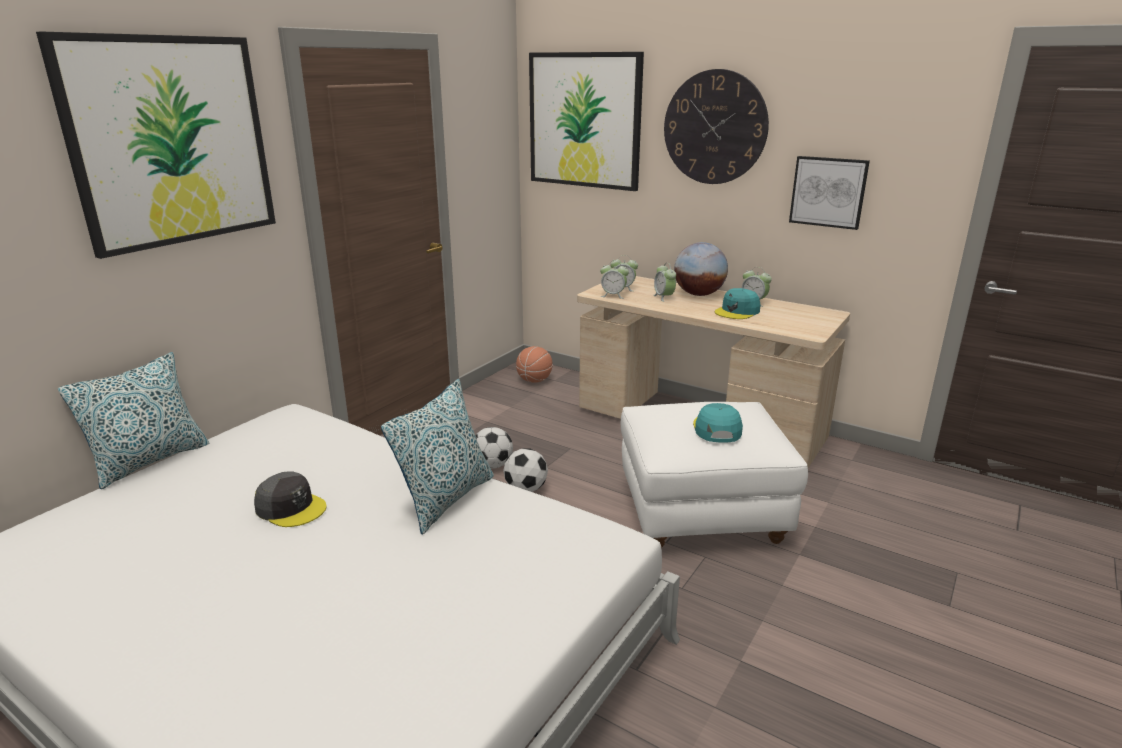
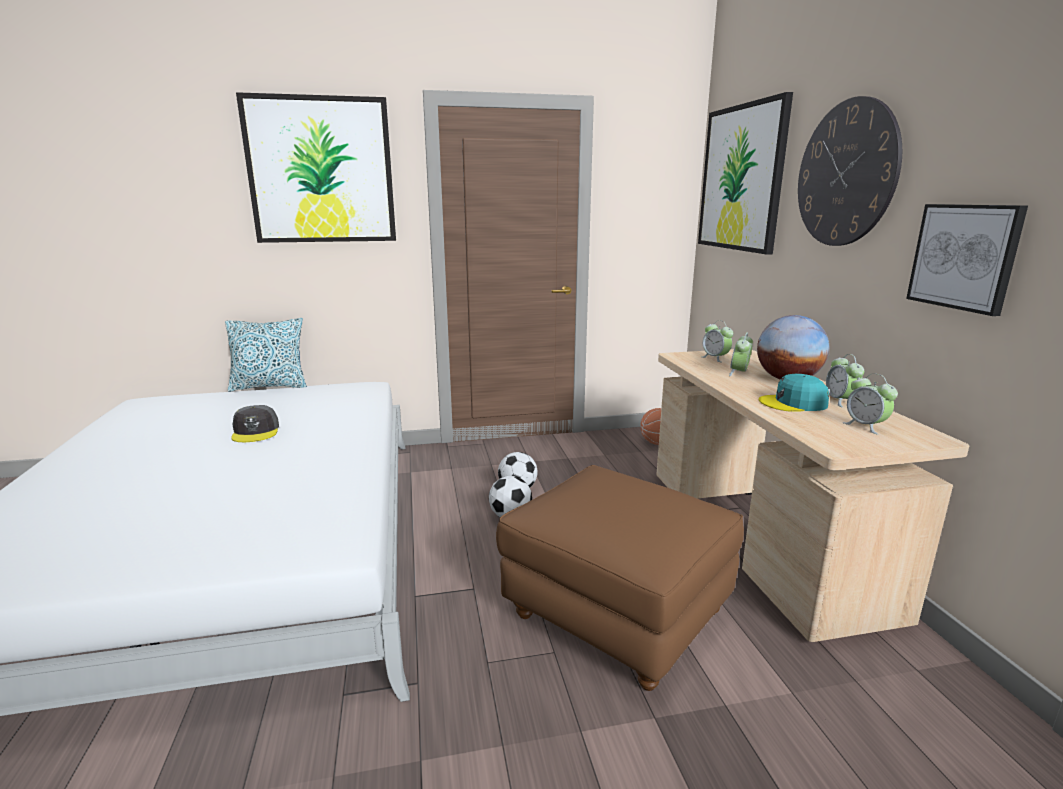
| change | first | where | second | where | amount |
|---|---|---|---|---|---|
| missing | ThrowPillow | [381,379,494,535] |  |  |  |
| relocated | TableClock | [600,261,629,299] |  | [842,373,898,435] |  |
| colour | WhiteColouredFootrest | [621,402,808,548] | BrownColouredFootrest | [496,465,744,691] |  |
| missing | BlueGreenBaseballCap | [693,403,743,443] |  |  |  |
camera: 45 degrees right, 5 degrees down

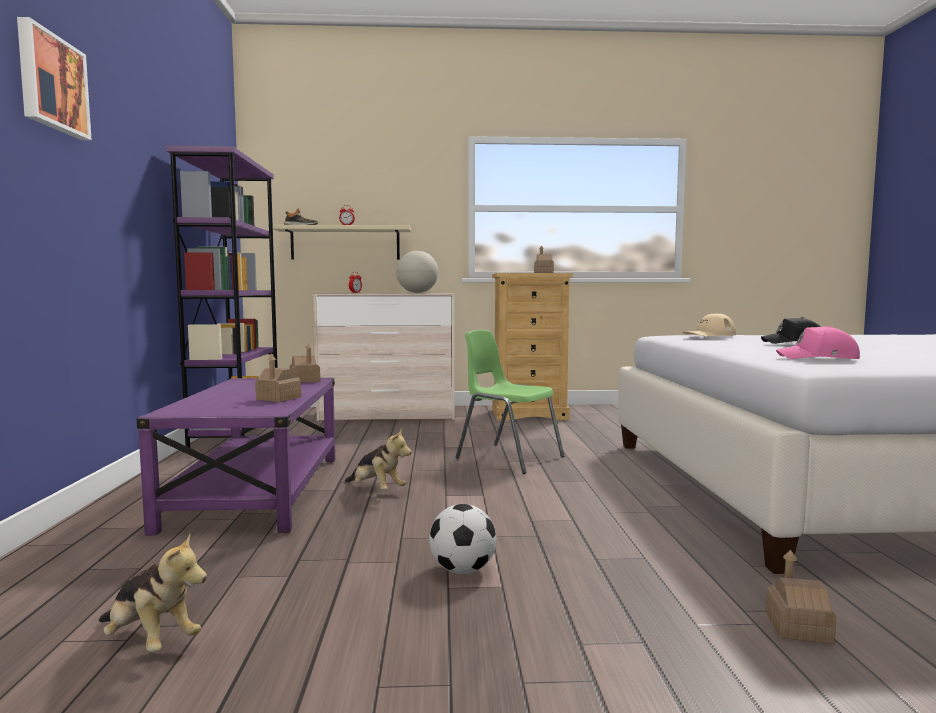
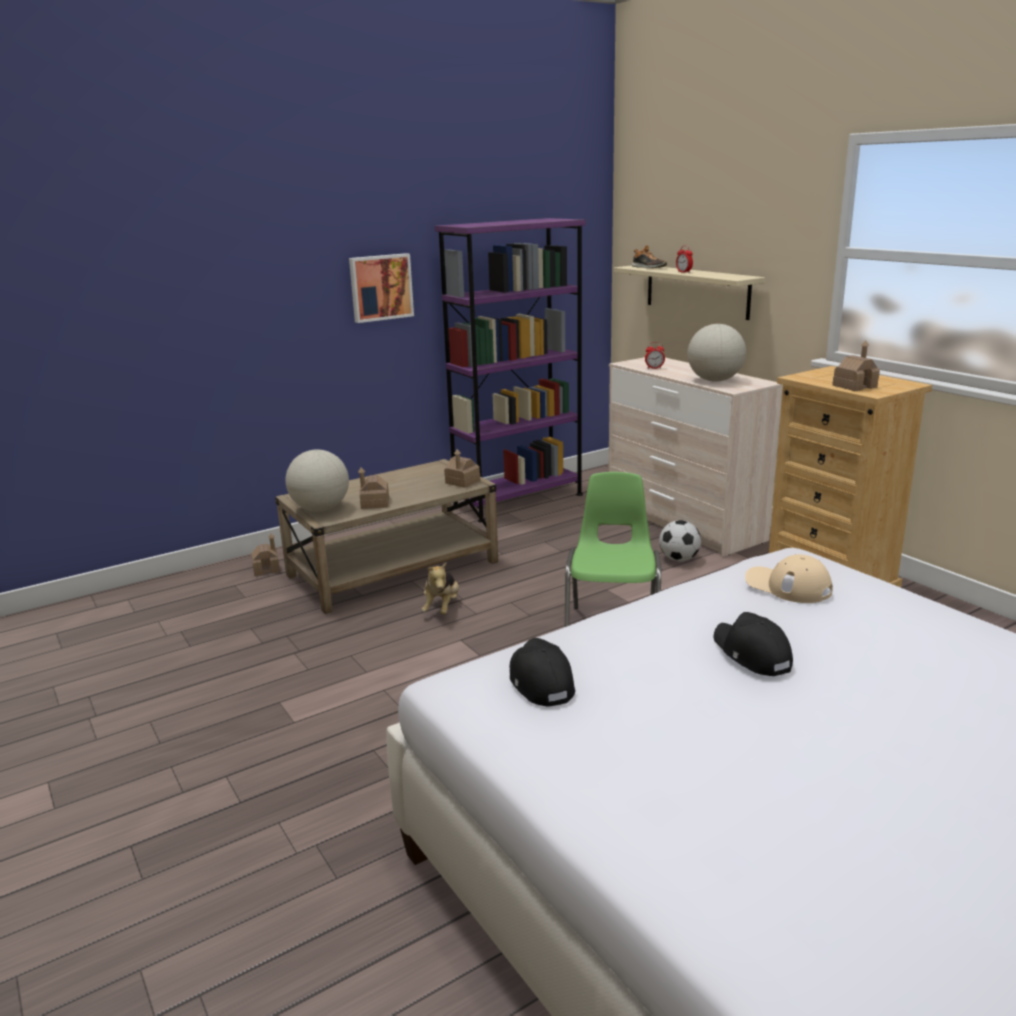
| change | first | where | second | where | amount |
|---|---|---|---|---|---|
| relocated | WallArt | [17,17,92,140] |  | [349,253,414,323] |  |
| missing | SoftToy | [99,533,207,652] |  |  |  |
| colour | PurpleColouredCoffeeTable | [136,378,335,536] | SandColouredCoffeeTable | [275,459,498,614] |  |
| relocated | FootballBall | [429,504,496,574] |  | [659,520,701,561] |  |
| relocated | ModelHouse | [766,550,837,644] |  | [251,533,280,576] |  |
| colour | PinkBaseballCap | [776,326,860,359] | BlackColouredBaseballCap | [510,638,575,707] |  |
| appeared |  |  | Globe | [286,449,349,512] |  |
camera: 60 degrees right, 15 degrees up

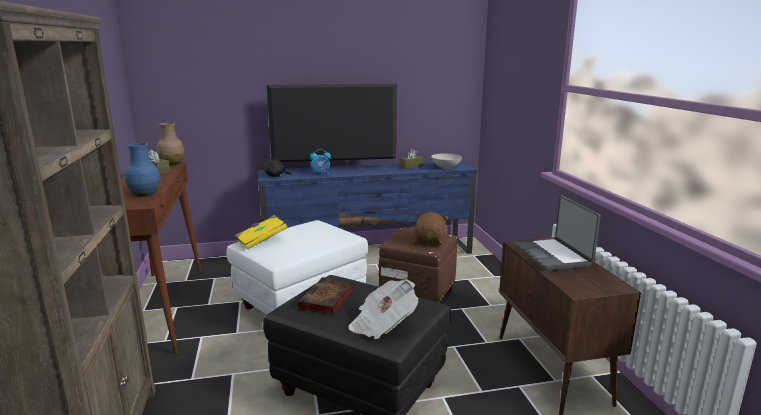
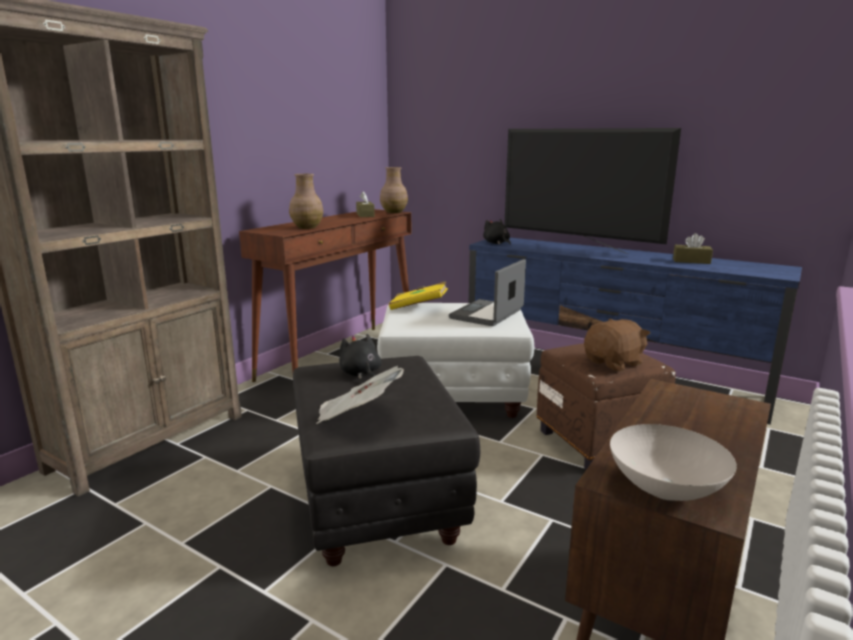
| change | first | where | second | where | amount |
|---|---|---|---|---|---|
| colour | BlueColouredFlowerVase | [125,143,161,197] | BrownColouredFlowerVase | [289,174,323,229] |  |
| exchanged | Book | [298,277,354,315] | BlackColouredSoftToy | [339,334,382,379] |  |
| missing | TableClock | [310,149,331,175] |  |  |  |
| relocated | WhiteColouredDeepDish | [431,153,463,169] |  | [610,424,737,501] |  |
| relocated | Laptop | [514,196,601,271] |  | [449,259,526,326] |  |
camera: 45 degrees right, 0 degrees up

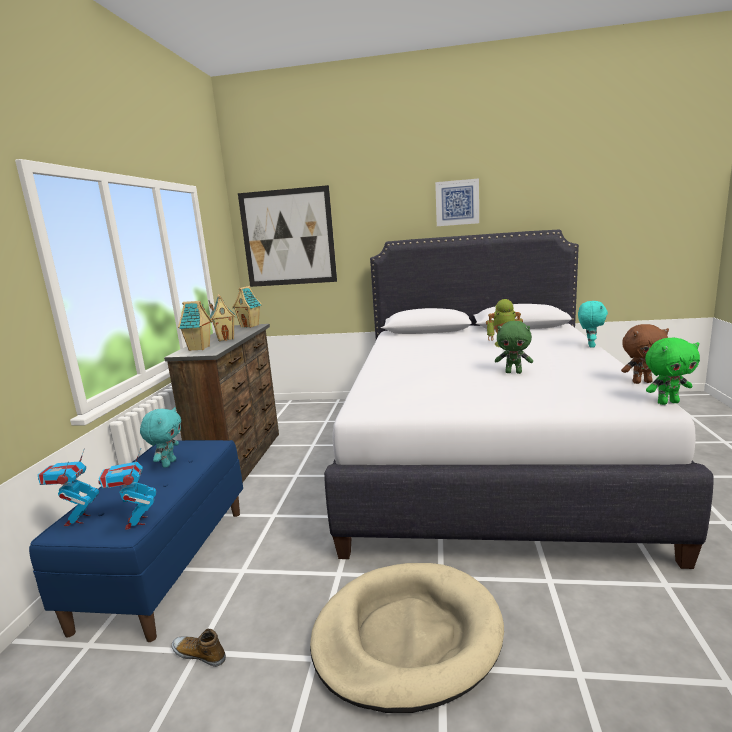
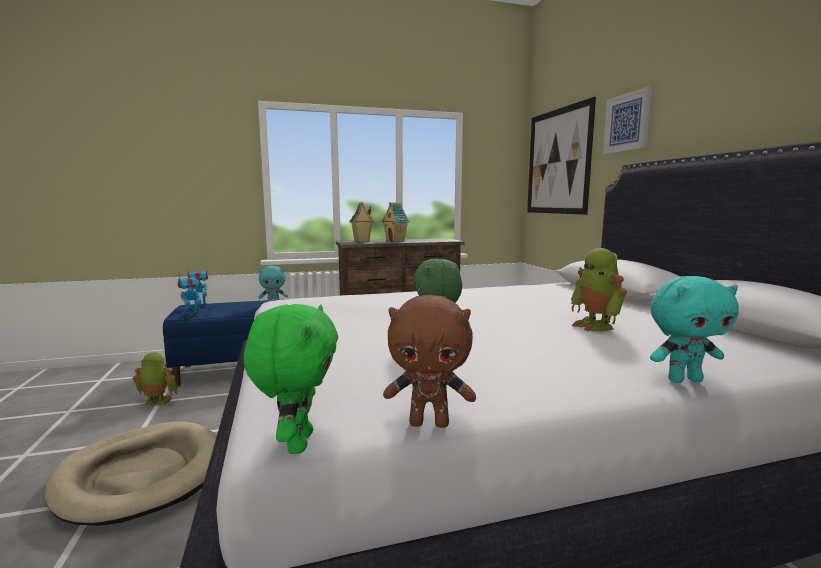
| change | first | where | second | where | amount |
|---|---|---|---|---|---|
| exchanged | ItemOfFootwear | [171,629,226,667] | ModelRobot | [133,353,178,405] |  |
| missing | ModelHouse | [232,286,262,328] |  |  |  |
| relocated | WallArt | [435,178,479,226] |  | [603,86,652,154] |  |
| spun | BrownColouredSoftToy | [621,324,669,384] |  | [383,295,476,428] | 60 degrees counterclockwise |
| spun | GreenColouredSoftToy | [645,338,700,405] |  | [244,304,338,454] | 150 degrees counterclockwise |
camera: 65 degrees right, 5 degrees down

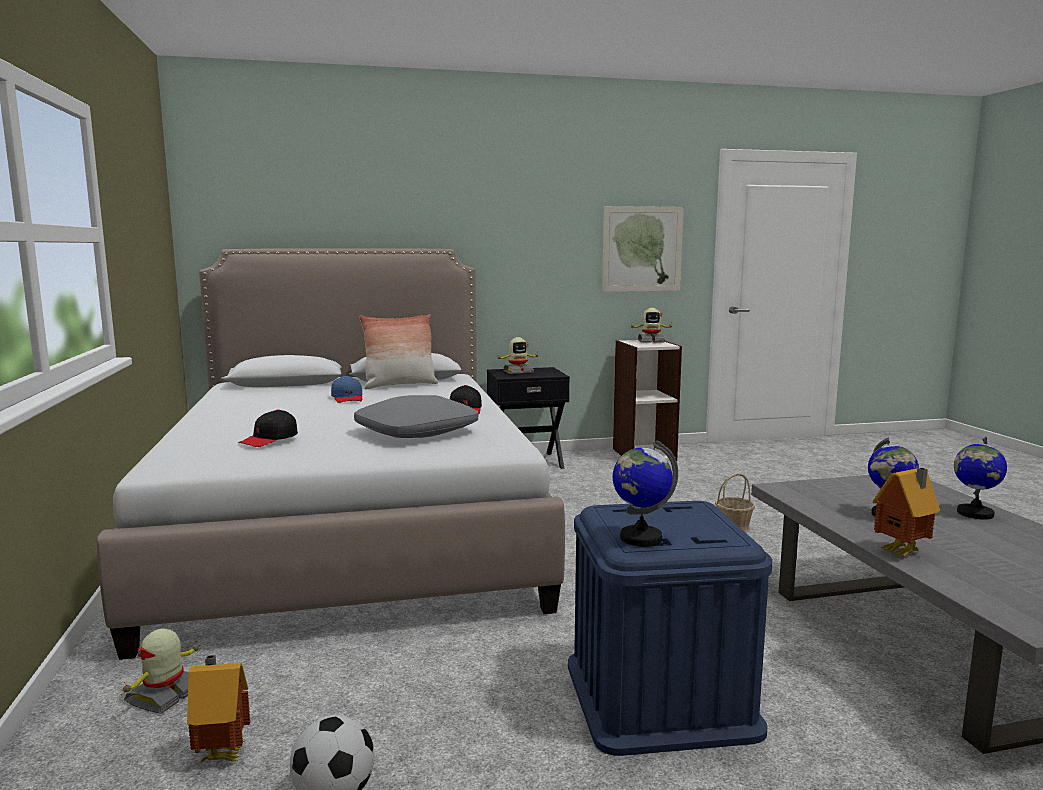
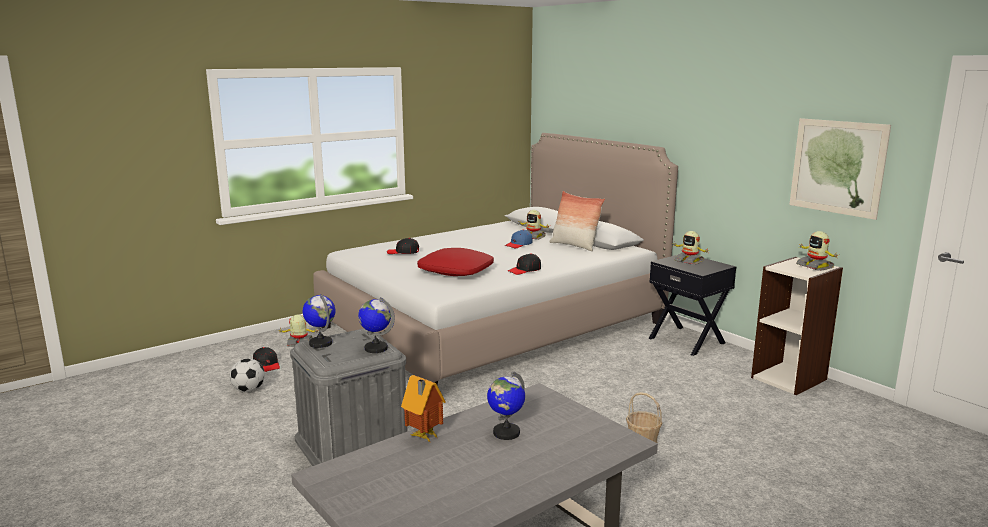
| change | first | where | second | where | amount |
|---|---|---|---|---|---|
| exchanged | ModelHouse | [187,655,250,762] | BlackColouredBaseballCap | [253,347,280,372] |  |
| colour | GreyThrowPillow | [354,395,478,438] | ReddishThrowPillow | [417,248,494,276] |  |
| colour | BlueColouredStorageBox | [568,501,773,756] | GreyStorageBox | [290,329,407,466] |  |
| relocated | Globe | [954,437,1007,520] |  | [358,297,395,353] |  |
| appeared |  |  | ModelRobot | [518,210,549,240] |  |
camera: 65 degrees right, 5 degrees up

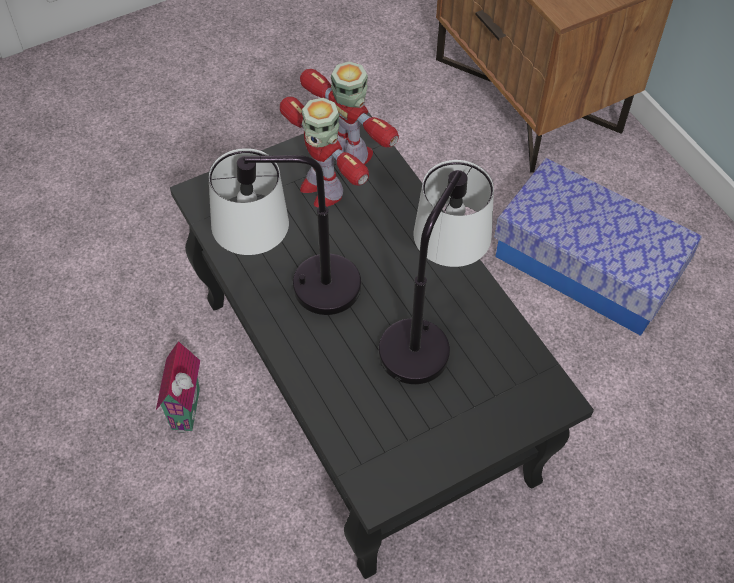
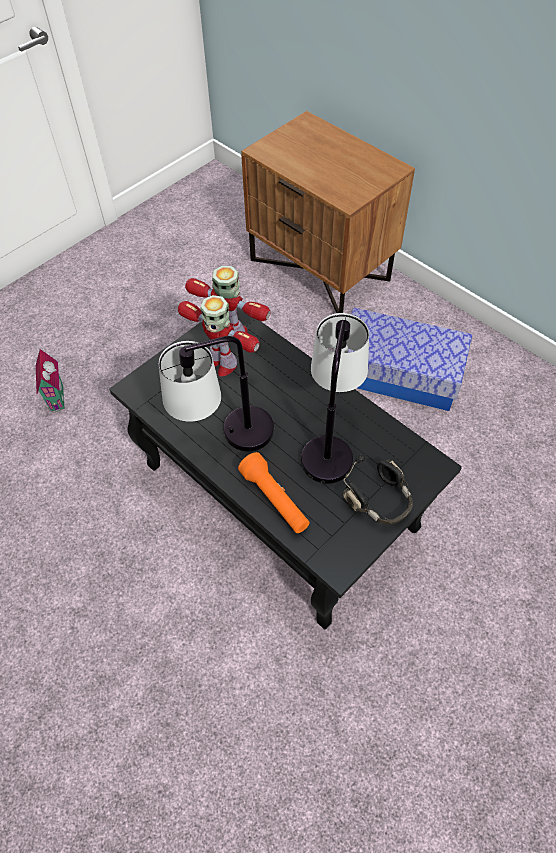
| change | first | where | second | where | amount |
|---|---|---|---|---|---|
| relocated | ModelHouse | [156,341,200,433] |  | [36,349,65,412] |  |
| appeared |  |  | OrangeyFlashlight | [238,452,309,533] |  |
| appeared |  |  | BlackColouredPairOfHeadphones | [343,454,413,525] |  |
camera: 15 degrees left, 0 degrees up

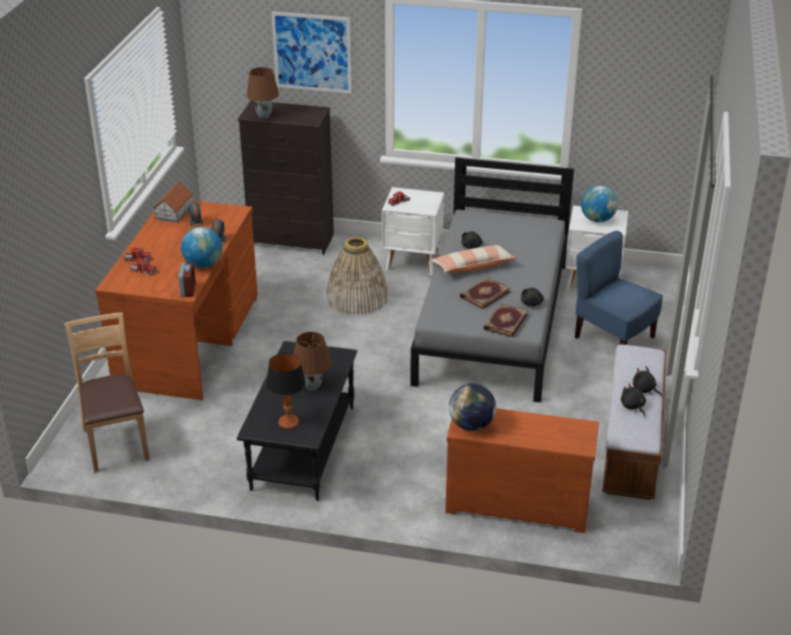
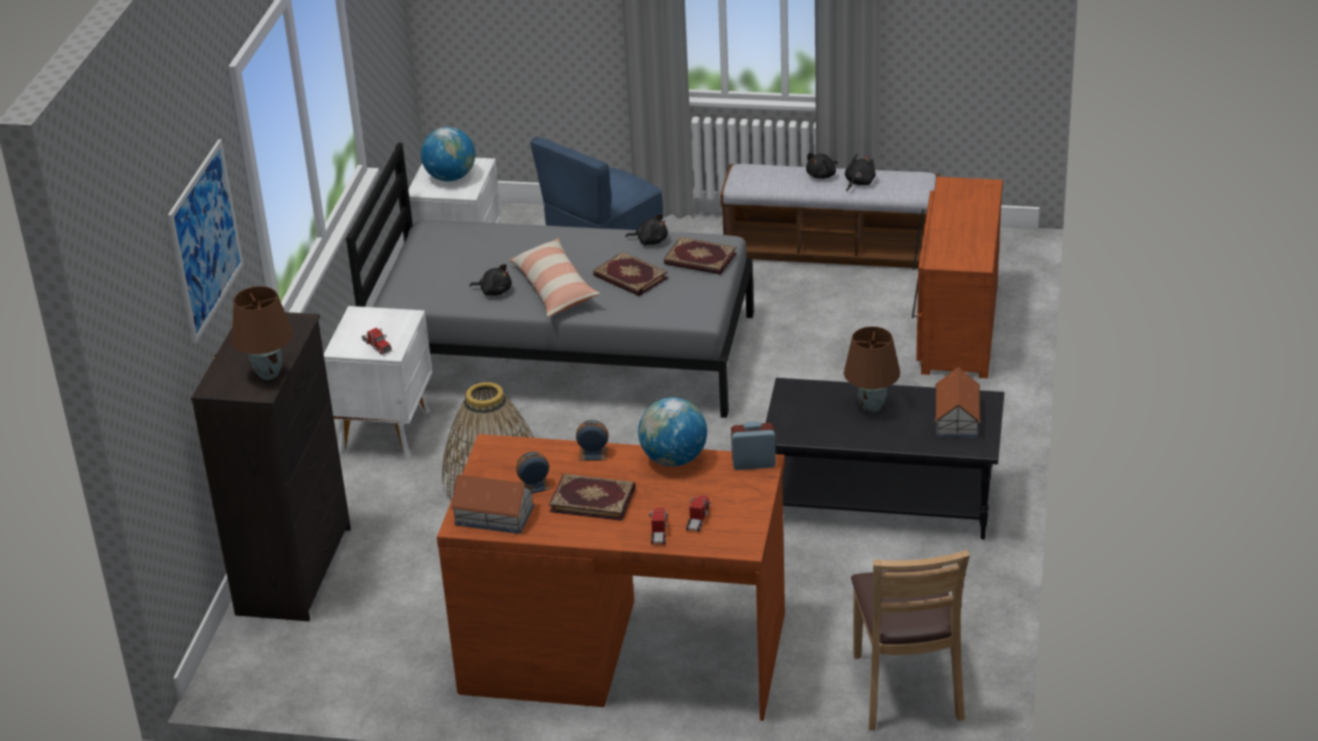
| change | first | where | second | where | amount |
|---|---|---|---|---|---|
| spun | BrownColouredPlainChair | [64,312,150,472] |  | [851,550,970,730] | 75 degrees counterclockwise |
| exchanged | LampForATable | [266,353,306,429] | ModelHouse | [935,367,981,438] |  |
| missing | Globe | [449,384,496,431] |  |  |  |
| spun | BlackColouredSoftToy | [621,383,646,417] |  | [845,154,876,192] | 150 degrees clockwise |
| appeared |  |  | Book | [549,474,635,521] |  |
camera: 90 degrees left, 0 degrees up

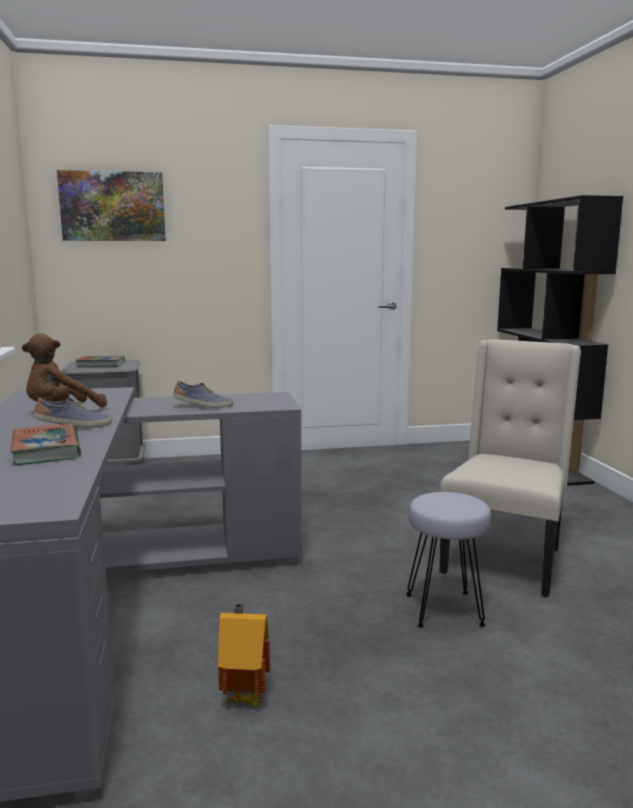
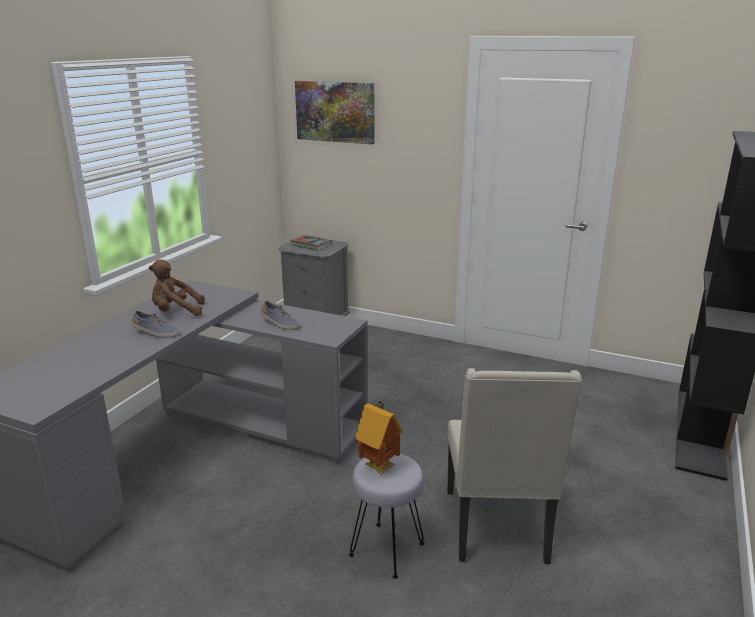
| change | first | where | second | where | amount |
|---|---|---|---|---|---|
| missing | Book | [10,424,81,465] |  |  |  |
| relocated | ModelHouse | [218,604,270,706] |  | [355,400,403,474] |  |
| spun | SandColouredPlainChair | [440,339,581,597] |  | [447,368,582,564] | 120 degrees clockwise |
camera: 35 degrees right, 10 degrees up

